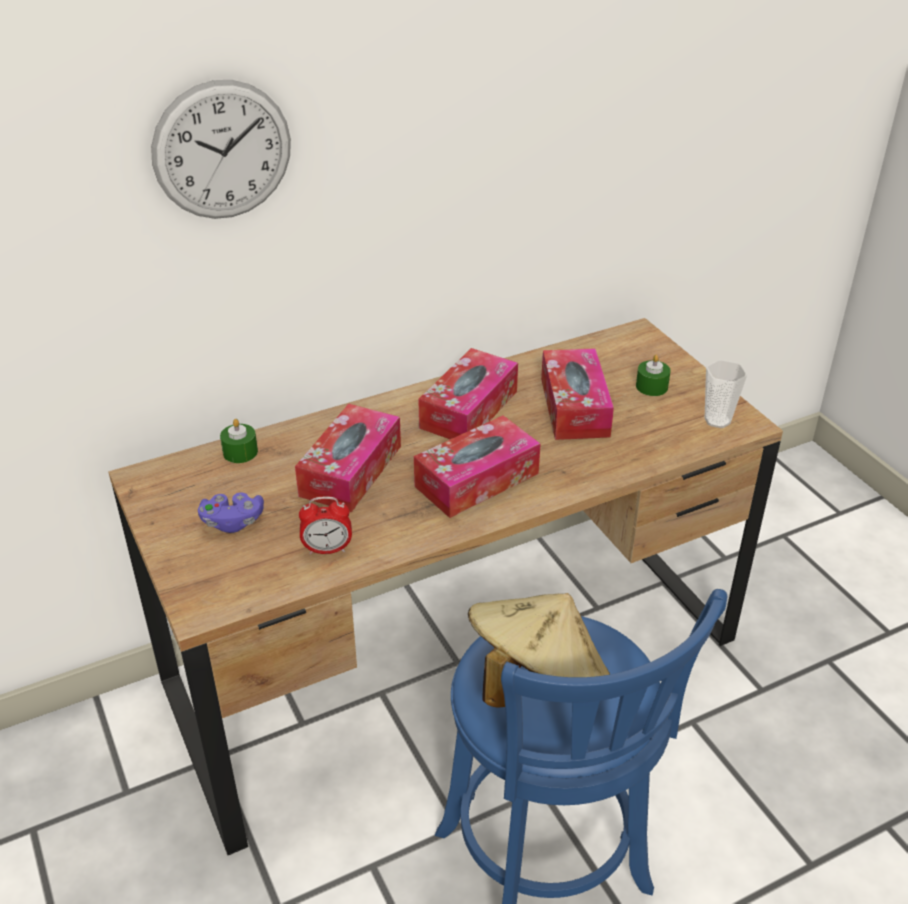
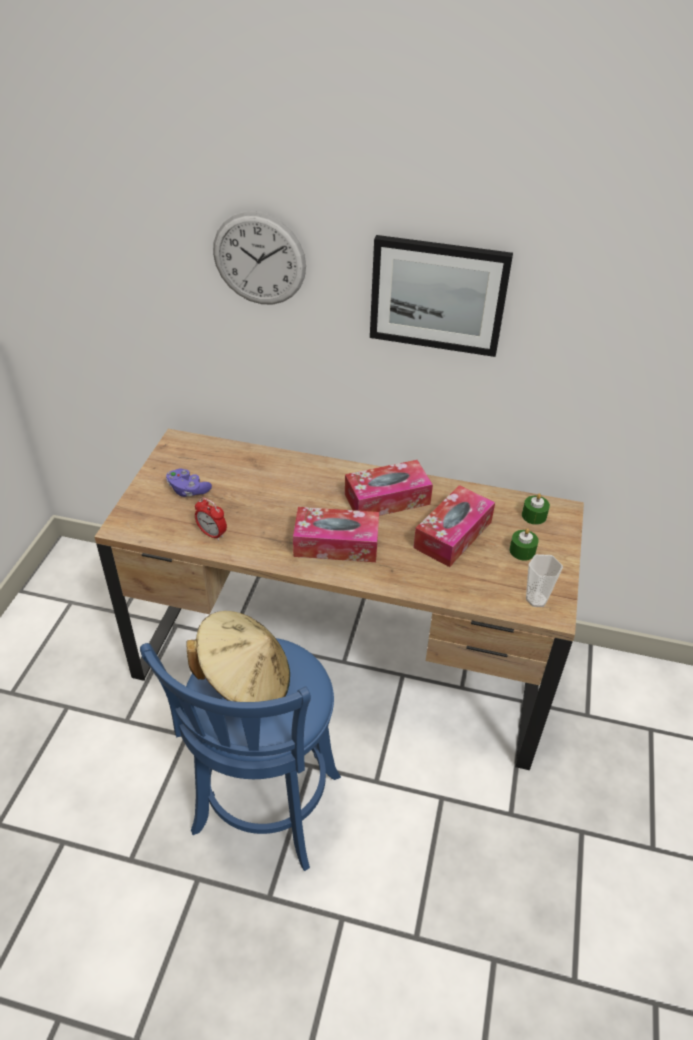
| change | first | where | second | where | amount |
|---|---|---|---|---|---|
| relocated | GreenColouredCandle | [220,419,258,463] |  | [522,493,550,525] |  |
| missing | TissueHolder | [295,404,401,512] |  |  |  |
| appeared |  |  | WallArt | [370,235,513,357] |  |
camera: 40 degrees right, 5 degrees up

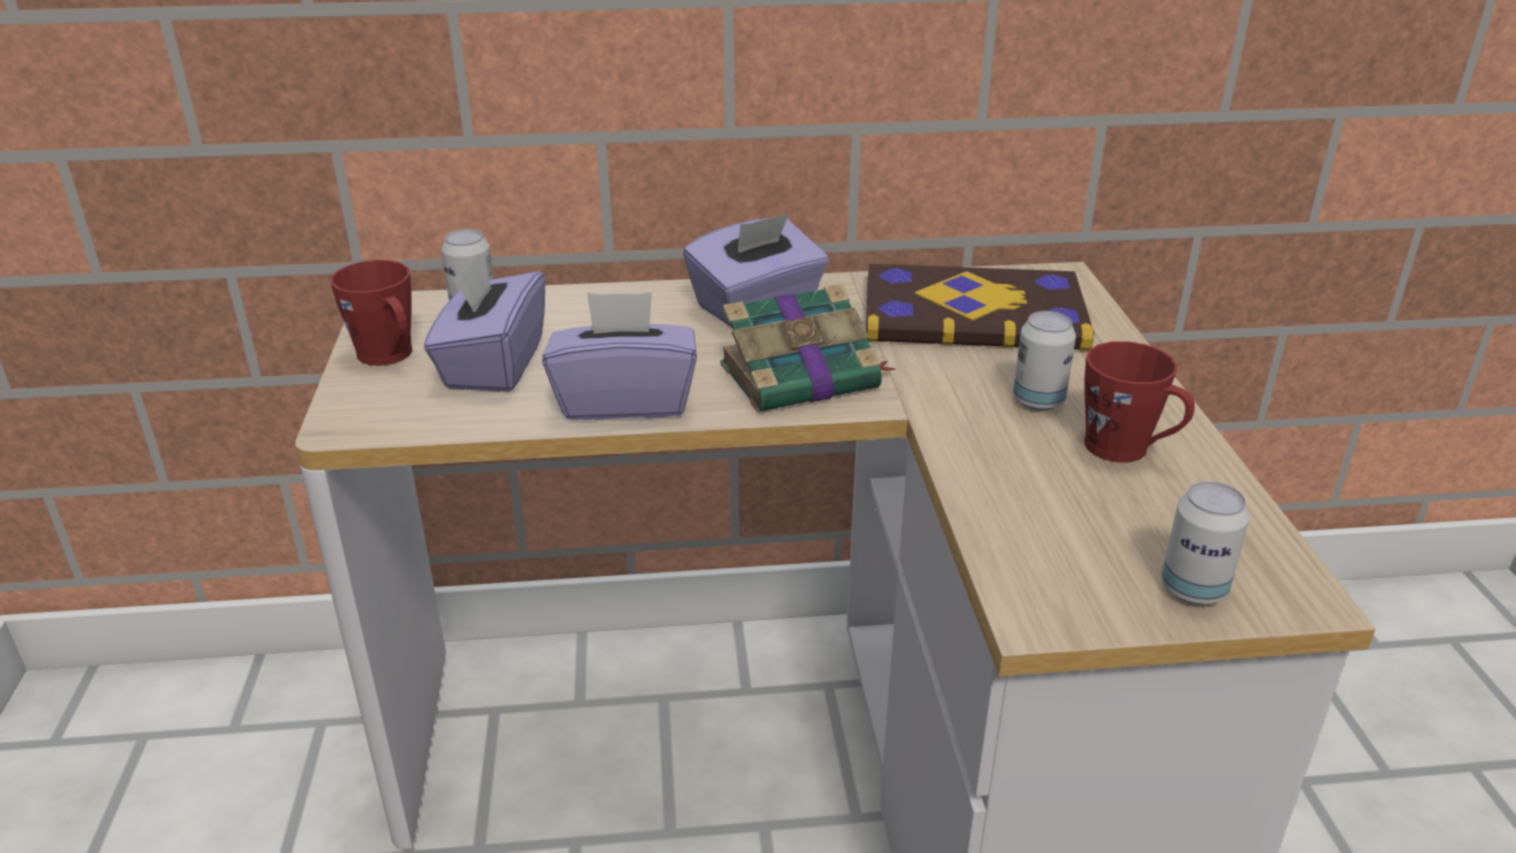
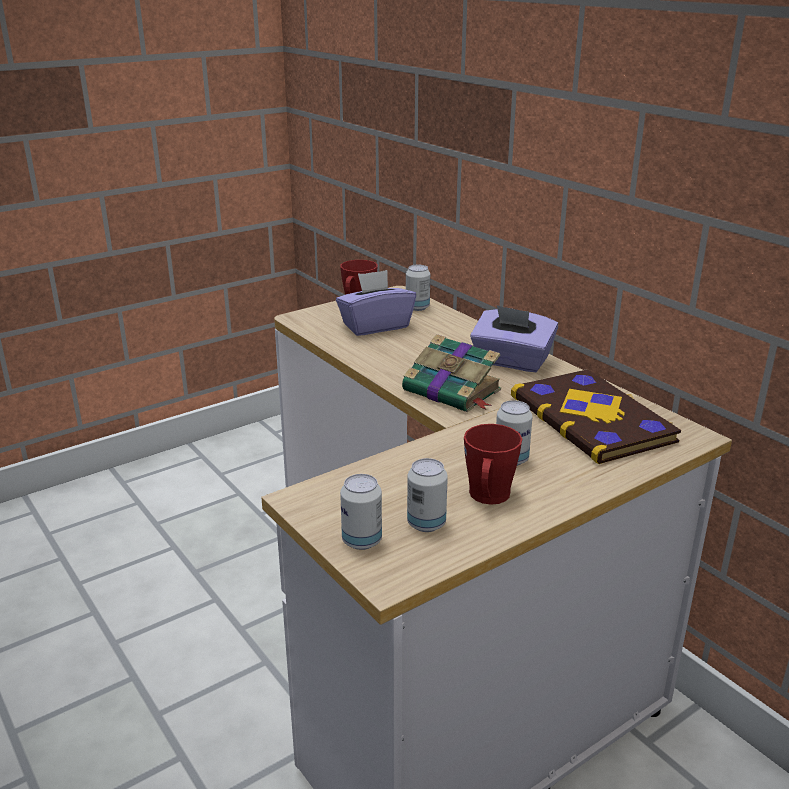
| change | first | where | second | where | amount |
|---|---|---|---|---|---|
| missing | PurpleColouredTissueHolder | [542,292,697,420] |  |  |  |
| appeared |  |  | Can | [407,458,448,532] |  |
camera: 60 degrees right, 5 degrees down

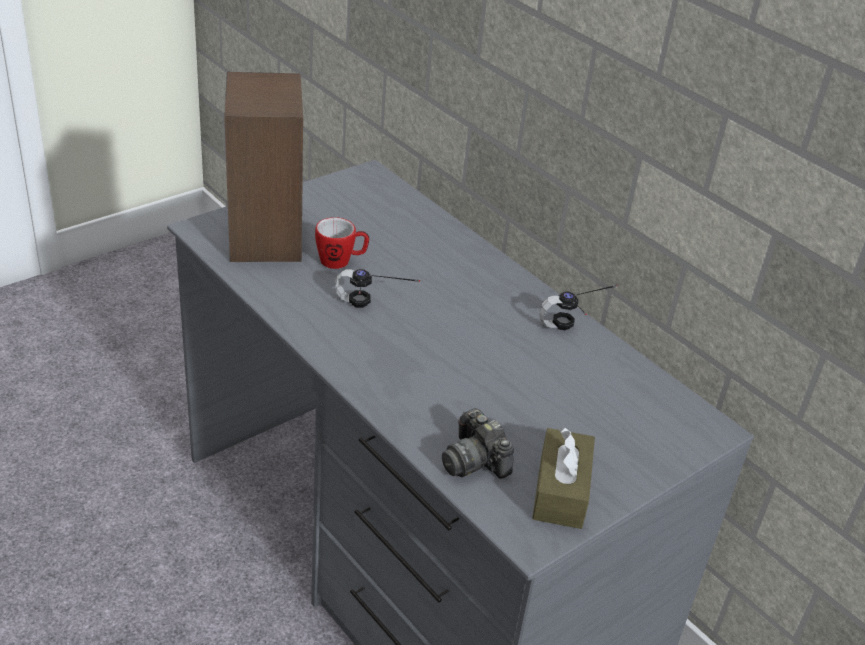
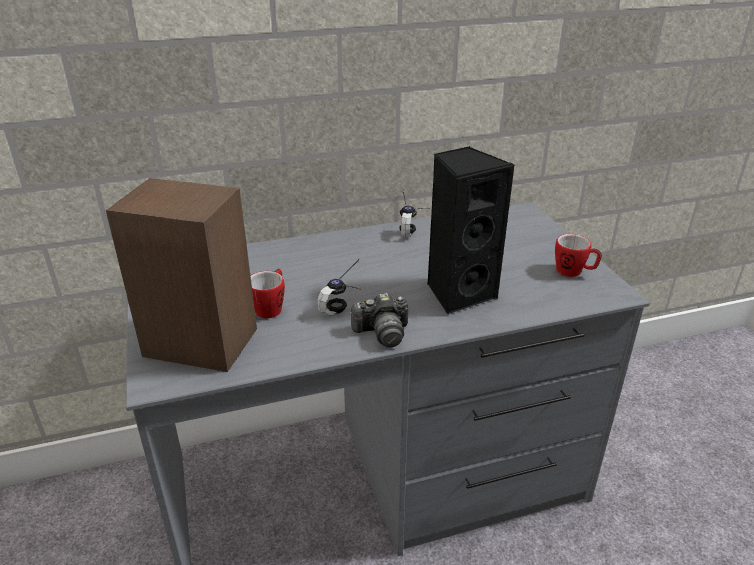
| change | first | where | second | where | amount |
|---|---|---|---|---|---|
| relocated | PhotoCamera | [442,408,514,479] |  | [349,293,409,348] |  |
| exchanged | BrownColouredTissueHolder | [532,427,595,529] | TeaMug | [555,234,602,277] |  |
| appeared |  |  | BlackColouredLoudspeaker | [427,146,514,315] |  |
camera: 65 degrees left, 5 degrees down

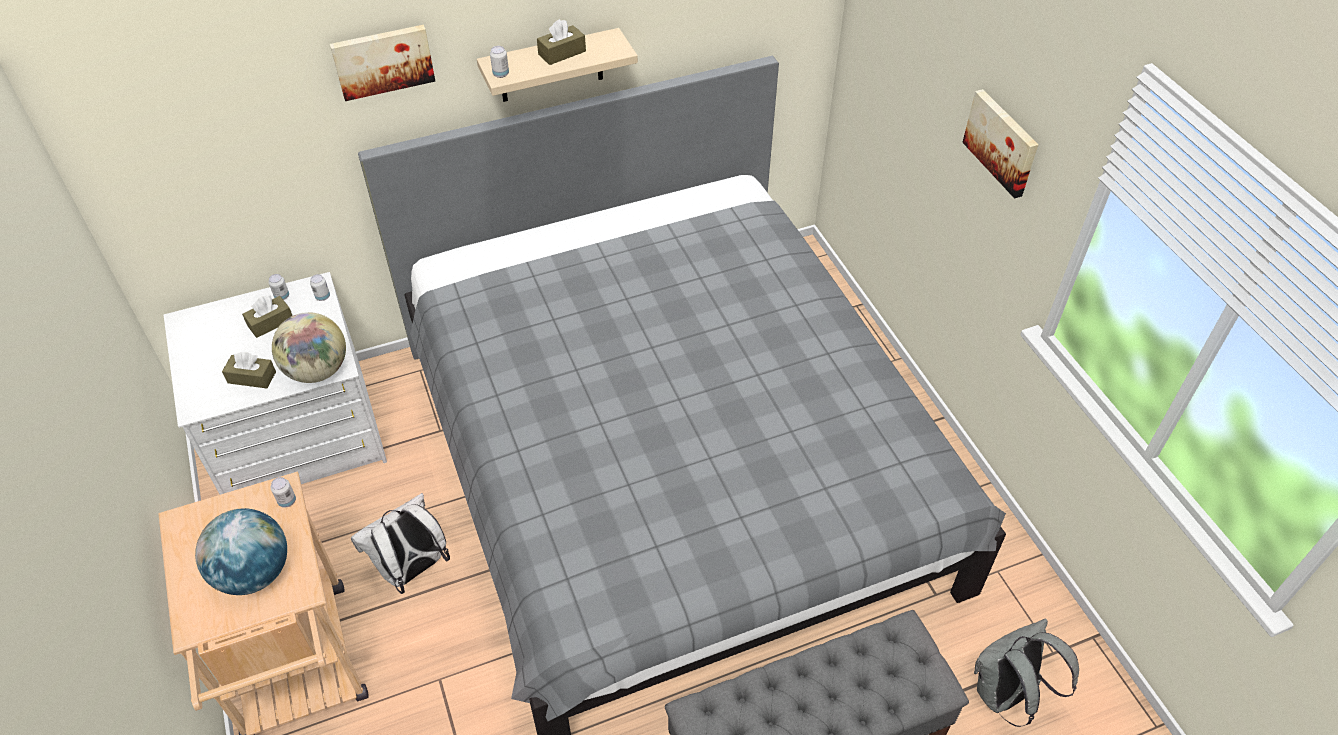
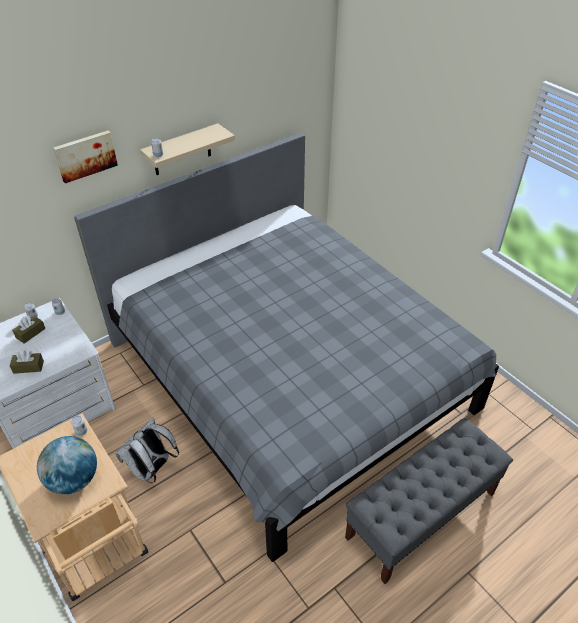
| change | first | where | second | where | amount |
|---|---|---|---|---|---|
| missing | Globe | [272,312,346,383] |  |  |  |
| missing | BrownColouredTissueHolder | [537,19,586,65] |  |  |  |
| missing | WallArt | [962,89,1038,198] |  |  |  |
| missing | GreyKnapsack | [974,618,1079,727] |  |  |  |
camera: 15 degrees left, 5 degrees down

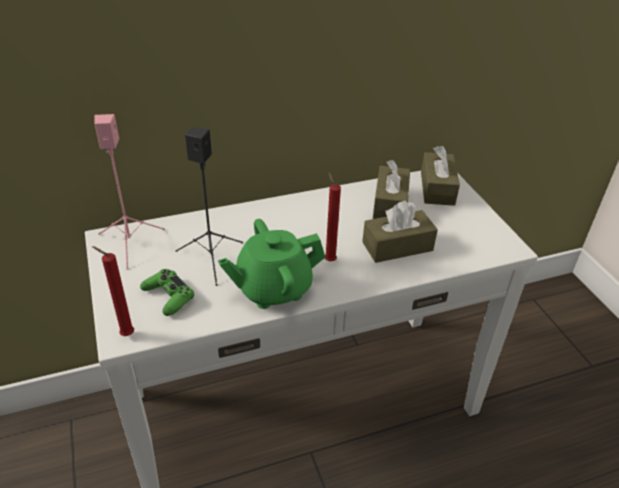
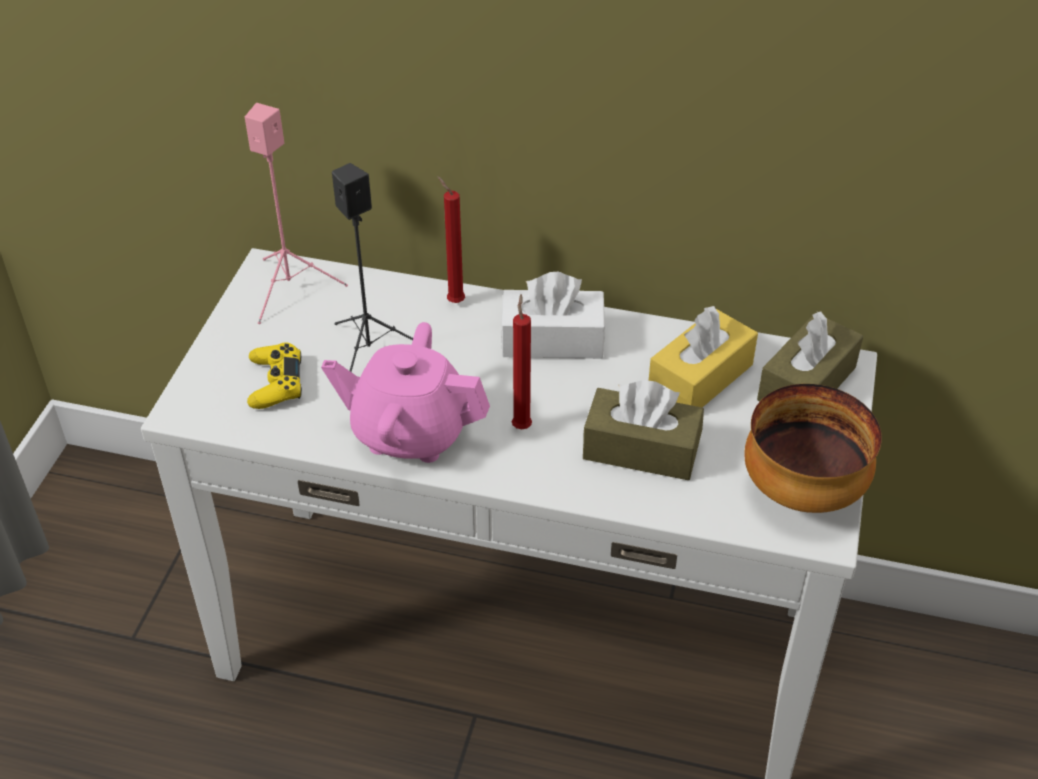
| change | first | where | second | where | amount |
|---|---|---|---|---|---|
| relocated | ReddishCandle | [92,246,134,336] |  | [438,176,465,303] |  |
| colour | GreenColouredJoypad | [140,269,194,316] | YellowJoypad | [247,342,302,409] |  |
| colour | GreenColouredTeaPot | [218,219,325,309] | PinkTeaPot | [321,322,490,463] |  |
| colour | BrownColouredTissueHolder | [373,160,410,219] | YellowTissueHolder | [649,306,758,407] |  |
| appeared |  |  | WhiteColouredTissueHolder | [500,272,605,359] |  |
| appeared |  |  | DeepDish | [744,384,882,513] |  |
camera: 35 degrees right, 5 degrees up

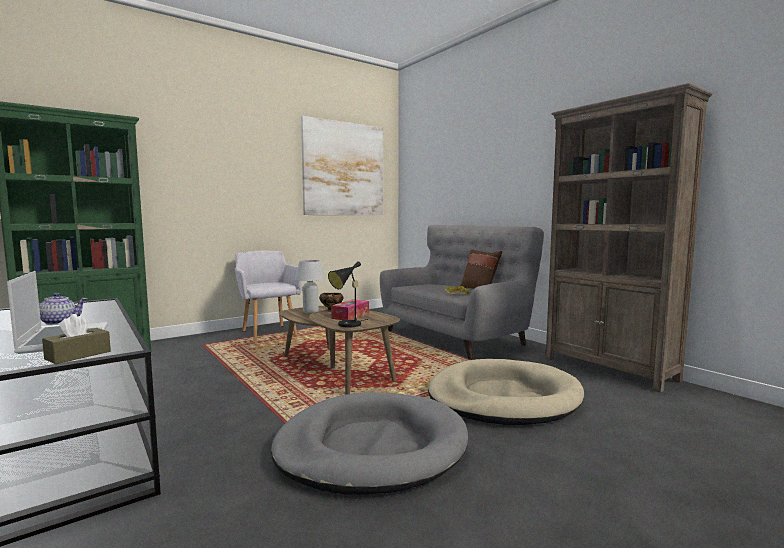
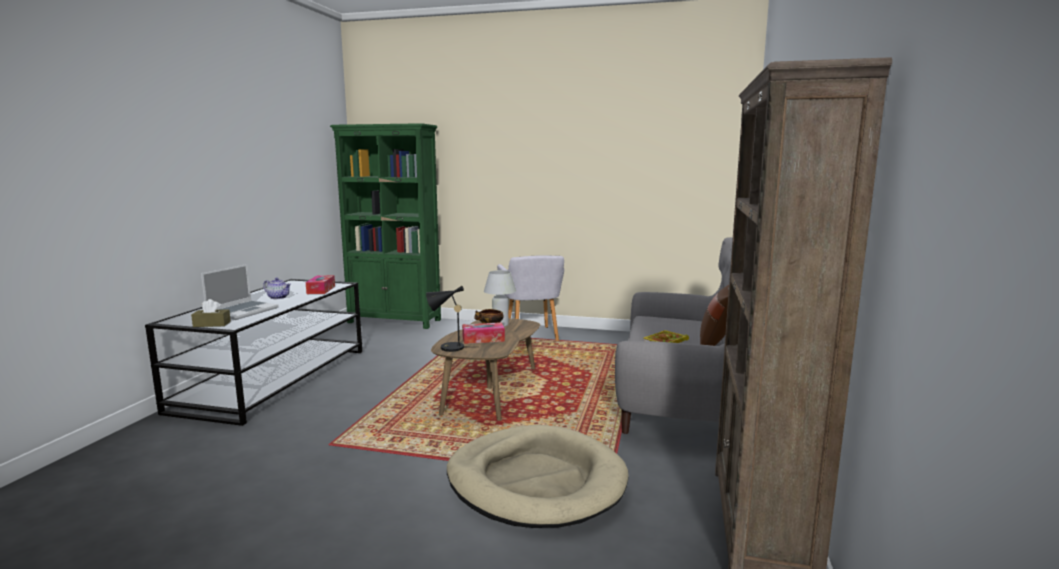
| change | first | where | second | where | amount |
|---|---|---|---|---|---|
| spun | GreyArmchair | [235,251,302,341] |  | [497,255,564,341] | 150 degrees clockwise |
| missing | GreyDogBed | [271,392,468,495] |  |  |  |
| missing | WallArt | [301,116,383,215] |  |  |  |
| appeared |  |  | TissueHolder | [306,275,335,294] |  |
camera: 50 degrees right, 5 degrees up

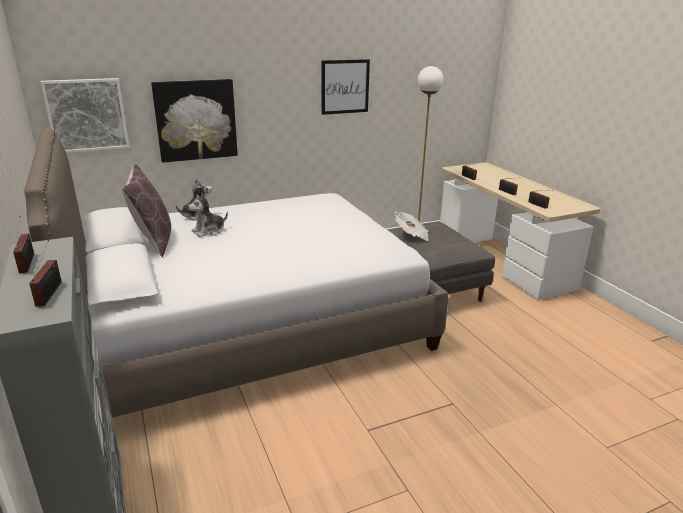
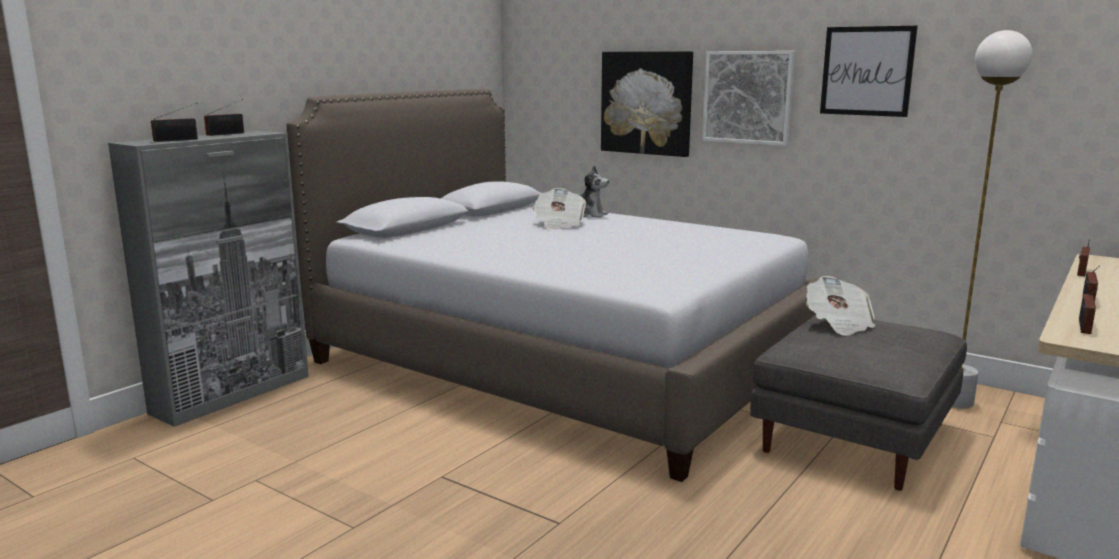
| change | first | where | second | where | amount |
|---|---|---|---|---|---|
| relocated | WallArt | [41,78,130,153] |  | [702,51,795,146] |  |
| missing | BrownColouredThrowPillow | [122,164,171,257] |  |  |  |
| exchanged | SoftToy | [188,193,228,237] | PrintedPaper | [533,188,587,230] |  |
camera: 60 degrees right, 10 degrees down

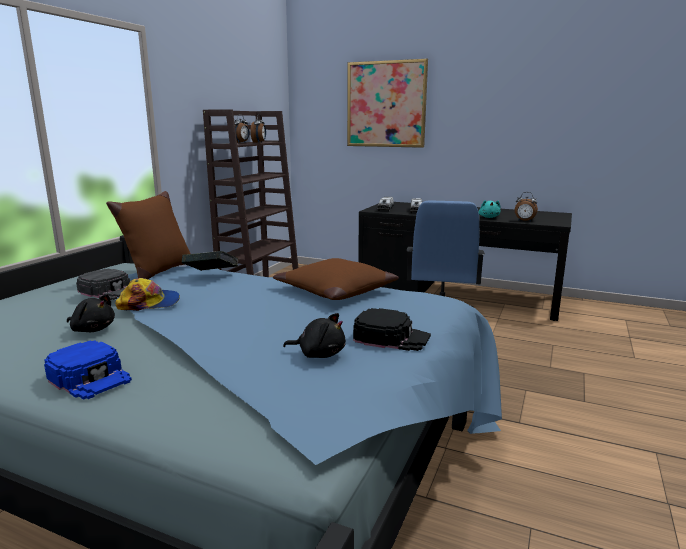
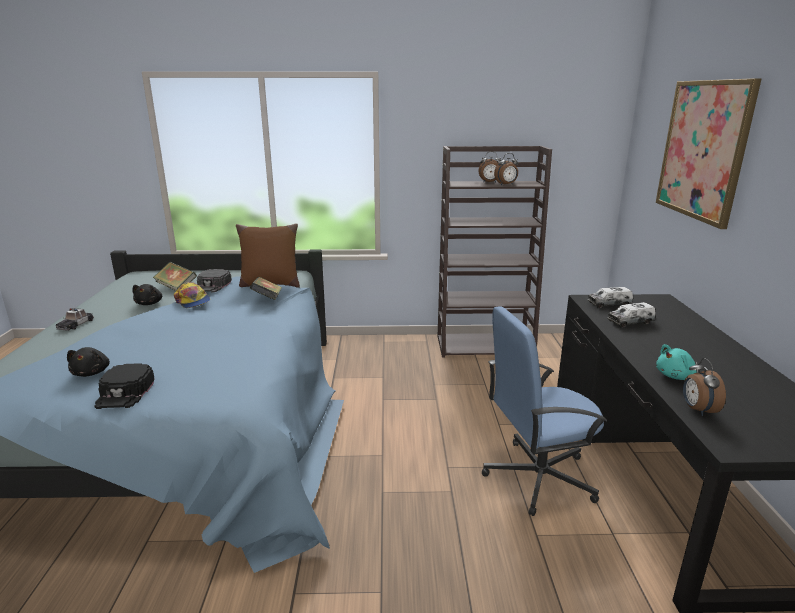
| change | first | where | second | where | amount |
|---|---|---|---|---|---|
| exchanged | BlueColouredBaseballCap | [44,340,132,400] | MiniatureCar | [56,308,94,331] |  |
| missing | BrownColouredThrowPillow | [273,258,399,300] |  |  |  |
| appeared |  |  | Book | [153,262,197,291] |  |
camera: 65 degrees right, 5 degrees up

